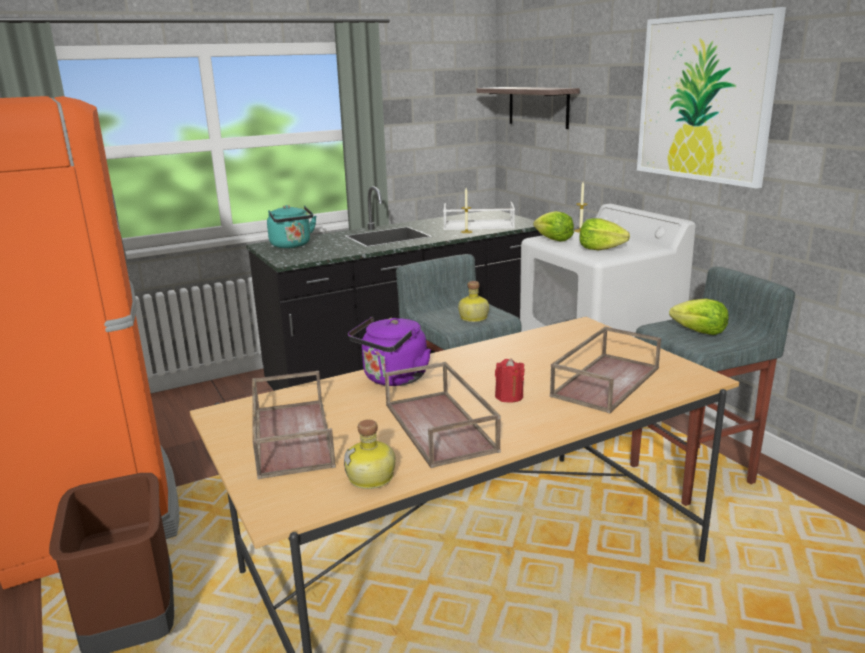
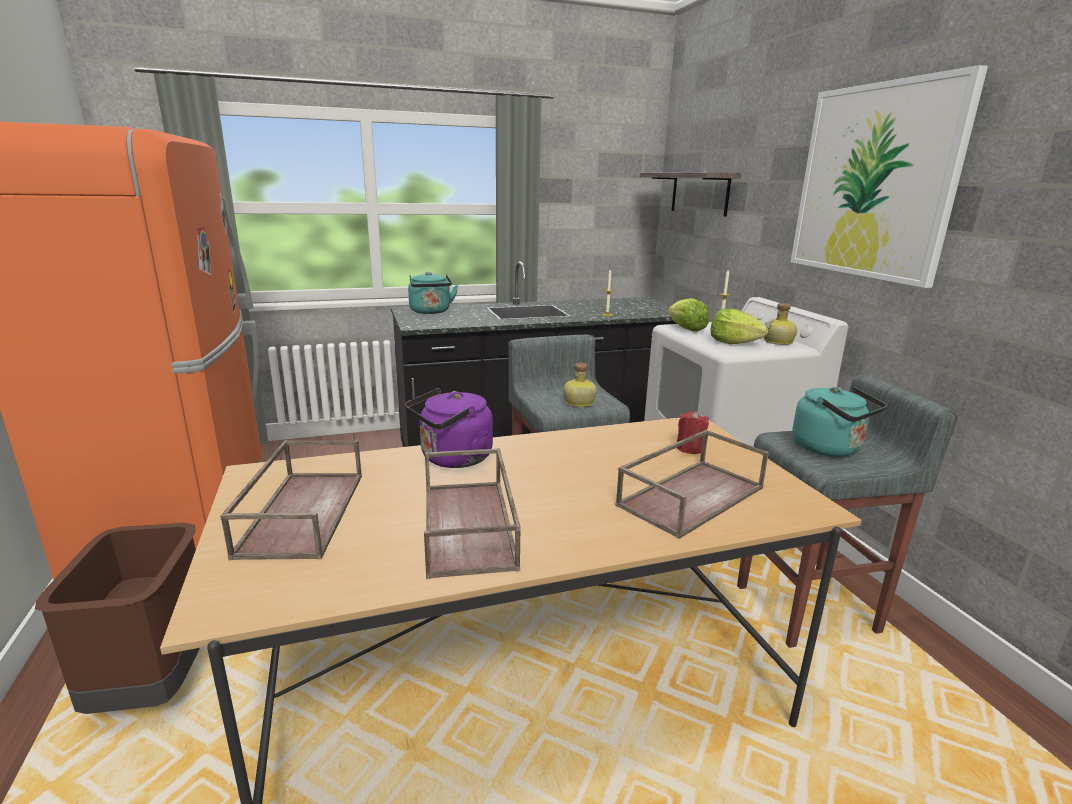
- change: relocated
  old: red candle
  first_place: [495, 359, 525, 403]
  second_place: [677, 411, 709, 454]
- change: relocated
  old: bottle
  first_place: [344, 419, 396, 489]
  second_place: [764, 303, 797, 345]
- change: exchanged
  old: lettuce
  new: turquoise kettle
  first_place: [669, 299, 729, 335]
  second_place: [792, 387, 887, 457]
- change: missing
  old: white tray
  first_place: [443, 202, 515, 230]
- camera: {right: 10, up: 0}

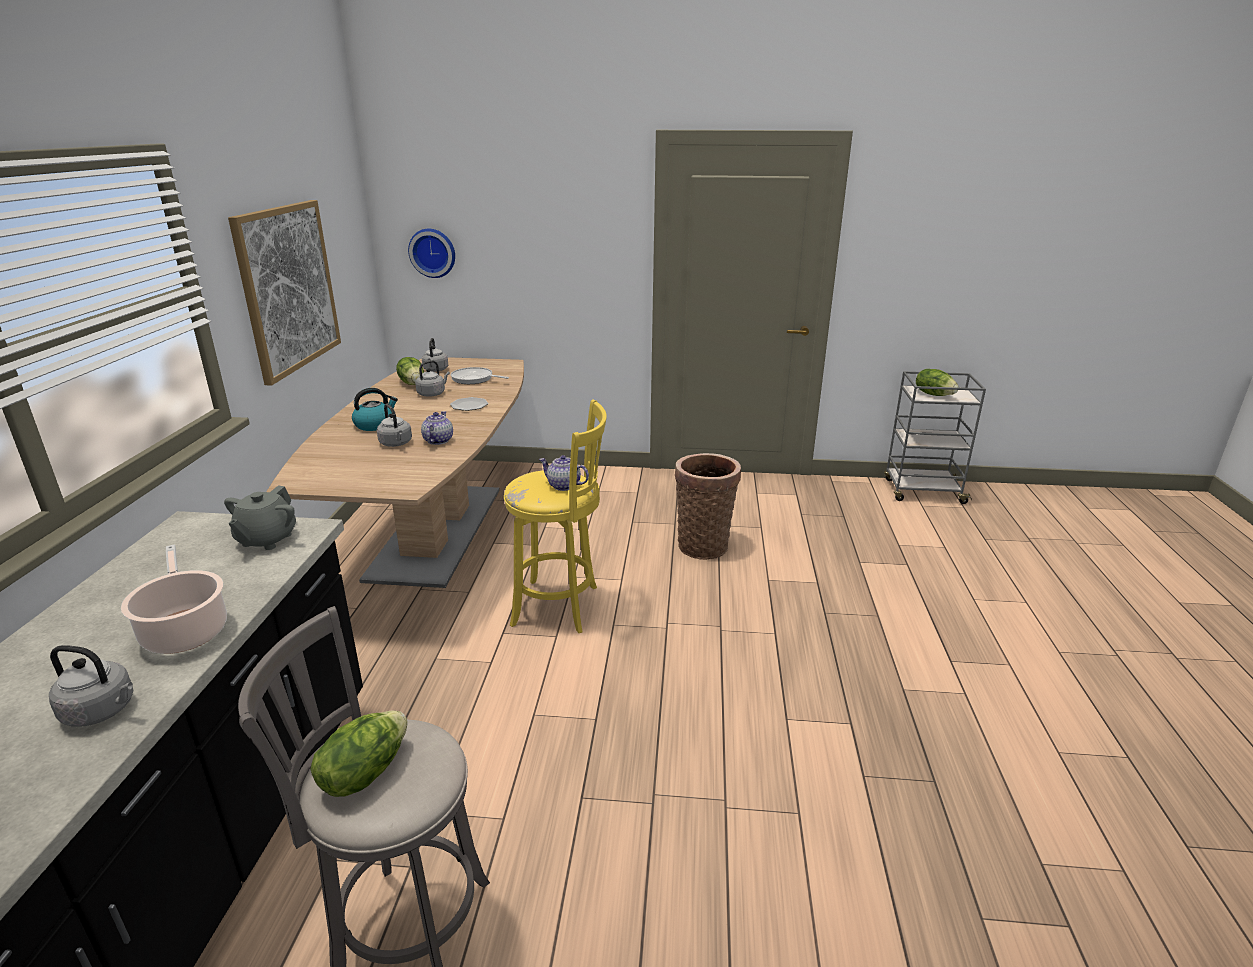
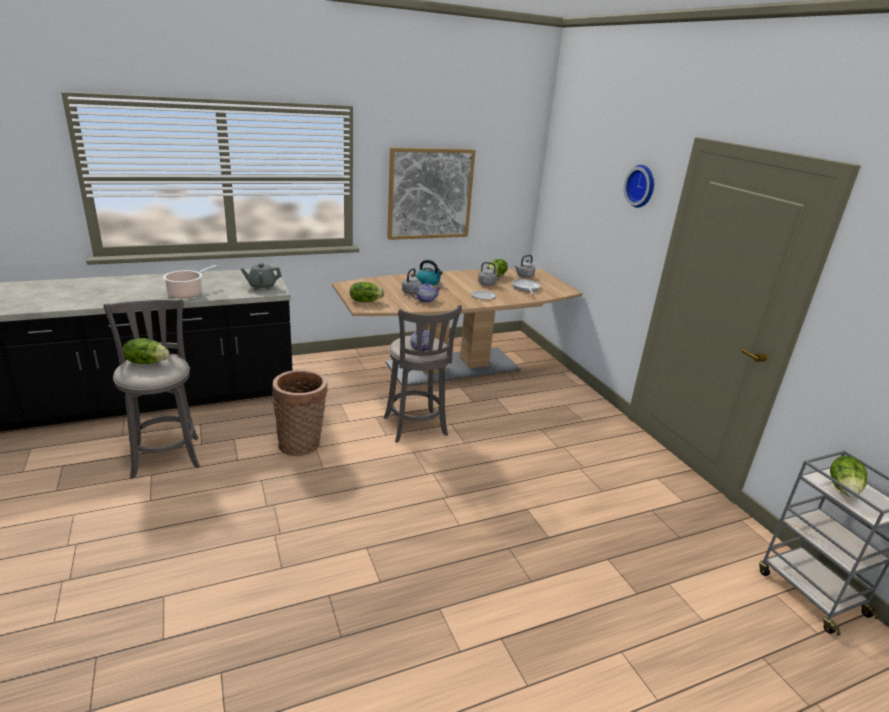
- change: relocated
  old: basket
  first_place: [675, 453, 741, 560]
  second_place: [272, 370, 328, 456]
- change: appeared
  new: lettuce
  second_place: [350, 282, 384, 302]
- change: colour
  old: yellow stool
  new: grey stool
  first_place: [504, 399, 607, 633]
  second_place: [384, 305, 462, 443]
- change: relocated
  old: wall clock
  first_place: [408, 229, 455, 278]
  second_place: [624, 165, 654, 208]
- change: missing
  old: grey kettle
  first_place: [49, 645, 134, 727]
- camera: {right: 60, up: 0}

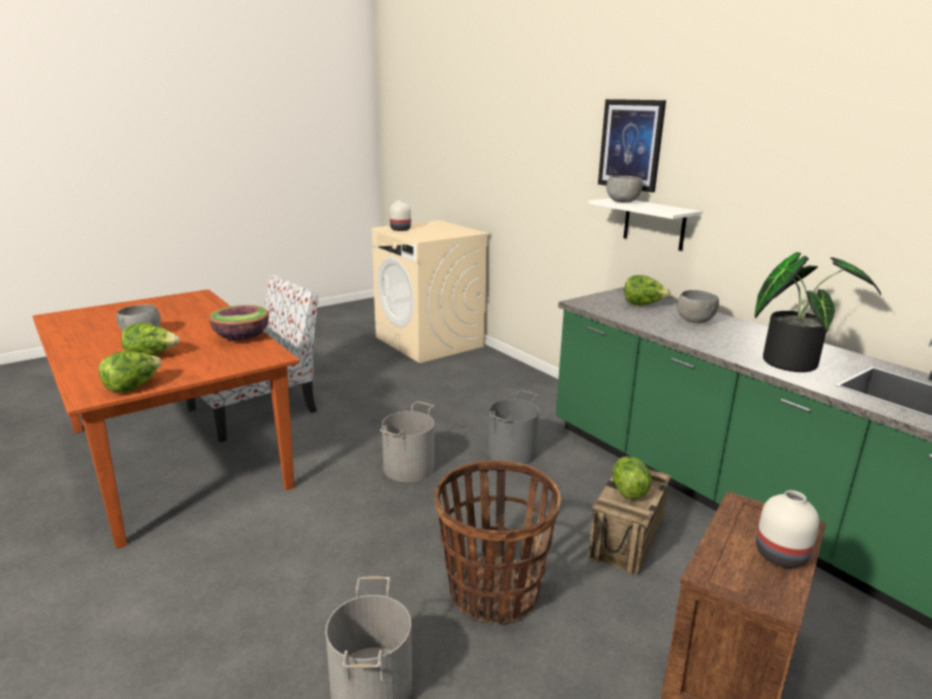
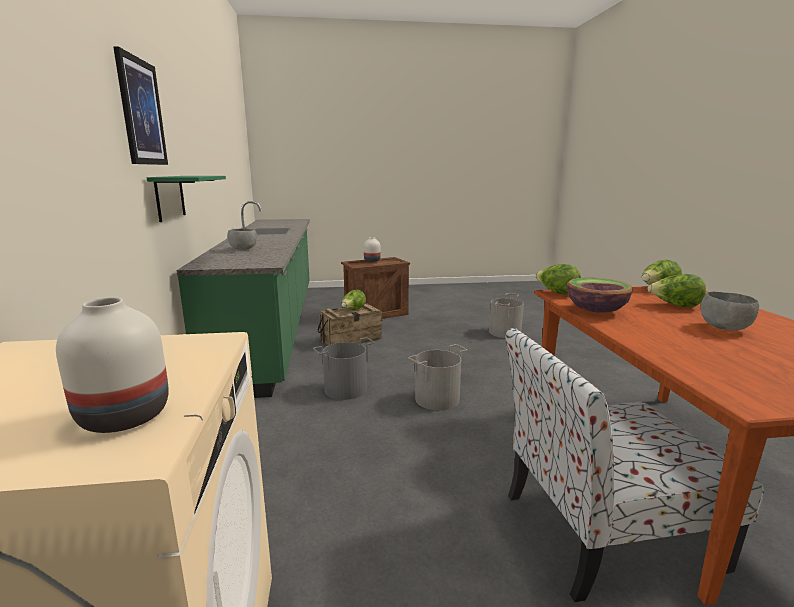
- change: colour
  old: white shelf
  new: green shelf
  first_place: [588, 198, 702, 251]
  second_place: [147, 176, 226, 222]
- change: relocated
  old: lettuce
  first_place: [624, 275, 671, 305]
  second_place: [535, 264, 581, 295]
- change: missing
  old: basket
  first_place: [435, 460, 561, 624]
- change: missing
  old: grey bowl
  first_place: [606, 175, 642, 203]
- change: missing
  old: potted plant
  first_place: [755, 252, 881, 372]
- camera: {right: -150, up: -5}

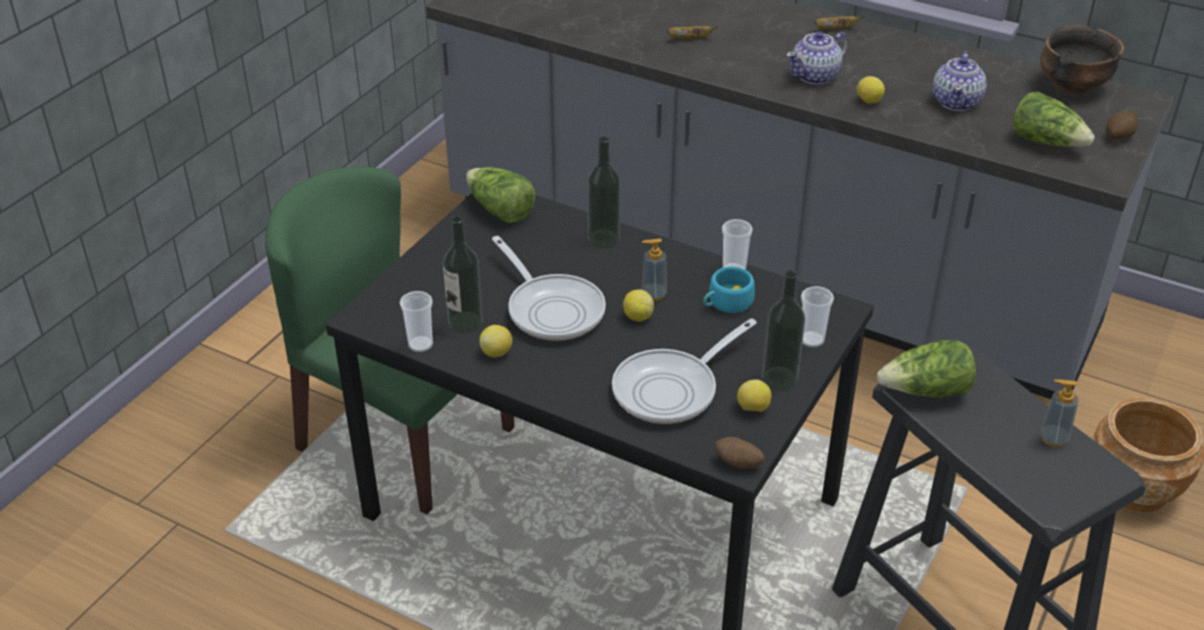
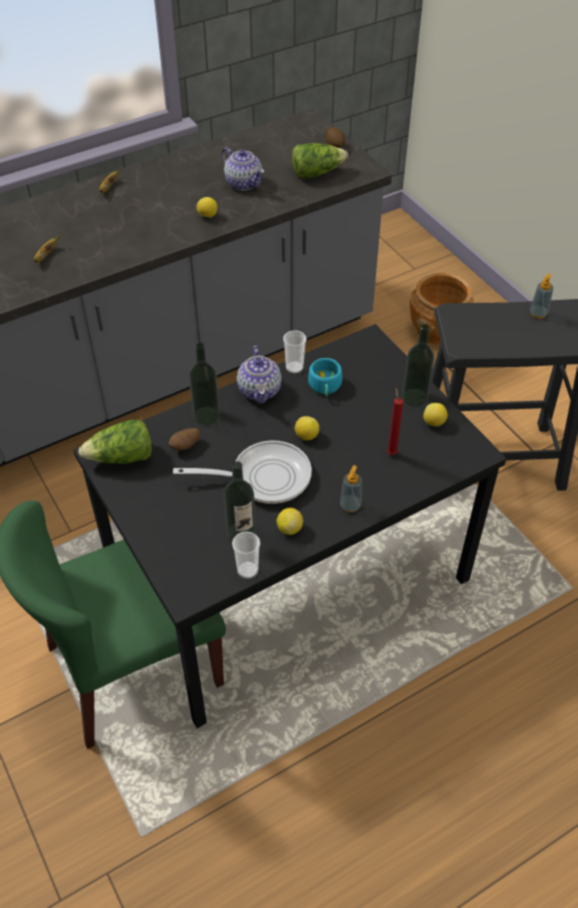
- change: relocated
  old: potato
  first_place: [715, 437, 765, 469]
  second_place: [169, 428, 200, 451]
- change: relocated
  old: teapot
  first_place: [787, 31, 849, 85]
  second_place: [237, 345, 282, 404]
- change: relocated
  old: soap dispenser
  first_place: [641, 238, 667, 301]
  second_place: [340, 465, 362, 513]
- change: exchanged
  old: frying pan
  new: red candle
  first_place: [612, 319, 757, 424]
  second_place: [387, 388, 403, 455]
- change: missing
  old: cup
  first_place: [801, 286, 834, 347]
- change: missing
  old: lettuce
  first_place: [877, 340, 976, 397]
- change: missing
  old: bowl
  first_place: [1040, 26, 1124, 94]
- camera: {right: -60, up: 10}

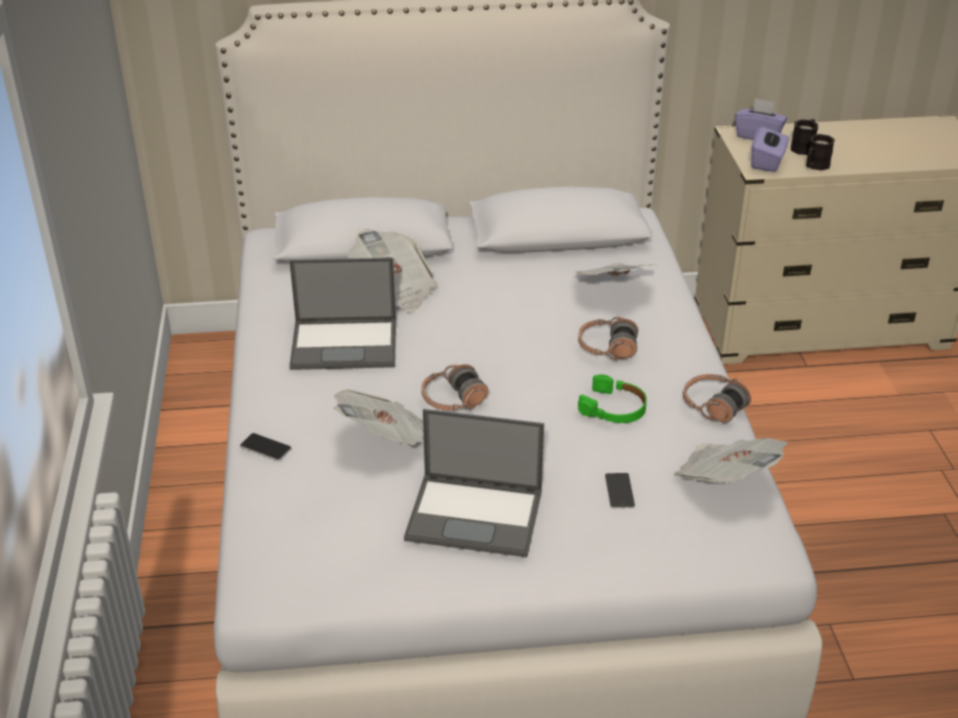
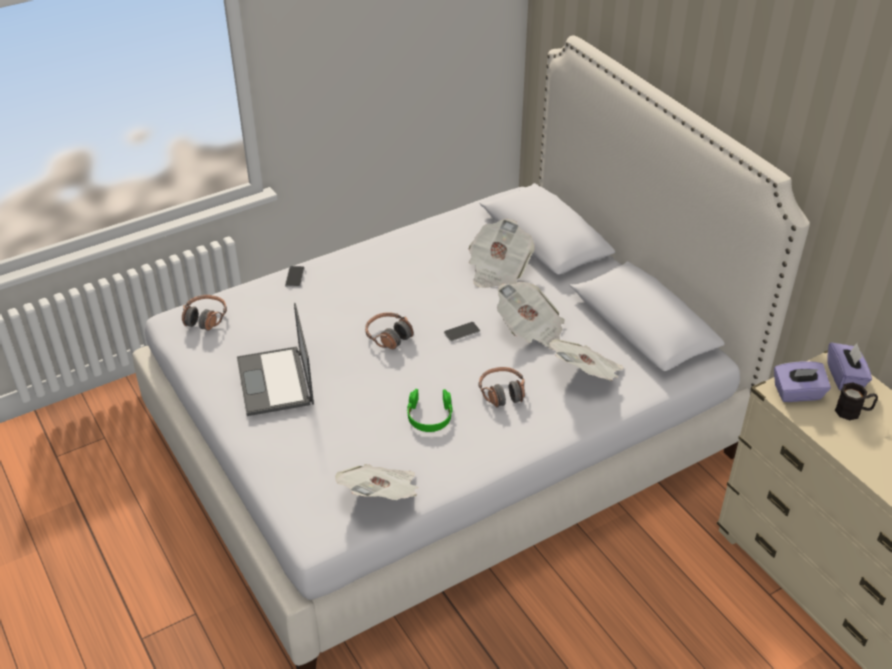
- change: relocated
  old: headphones
  first_place: [683, 374, 751, 423]
  second_place: [182, 295, 227, 331]
- change: relocated
  old: phone
  first_place: [605, 473, 635, 508]
  second_place: [444, 322, 480, 341]
- change: relocated
  old: newspaper
  first_place: [334, 389, 424, 446]
  second_place: [497, 282, 565, 350]
- change: missing
  old: laptop
  first_place: [289, 258, 396, 370]
- change: missing
  old: black mug
  first_place: [806, 134, 835, 171]
- camera: {right: 65, up: 5}

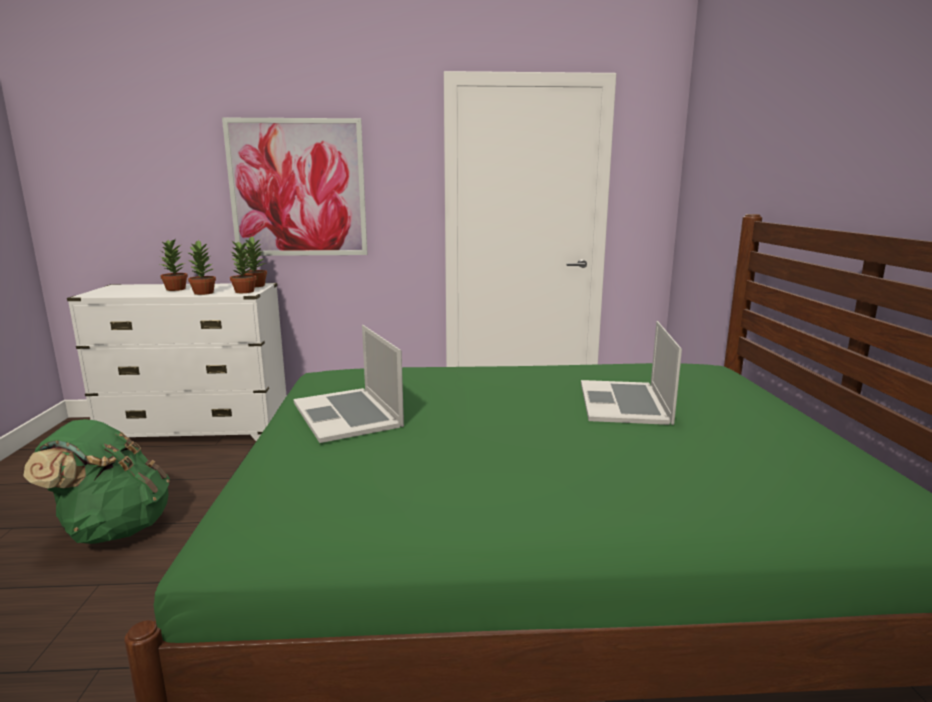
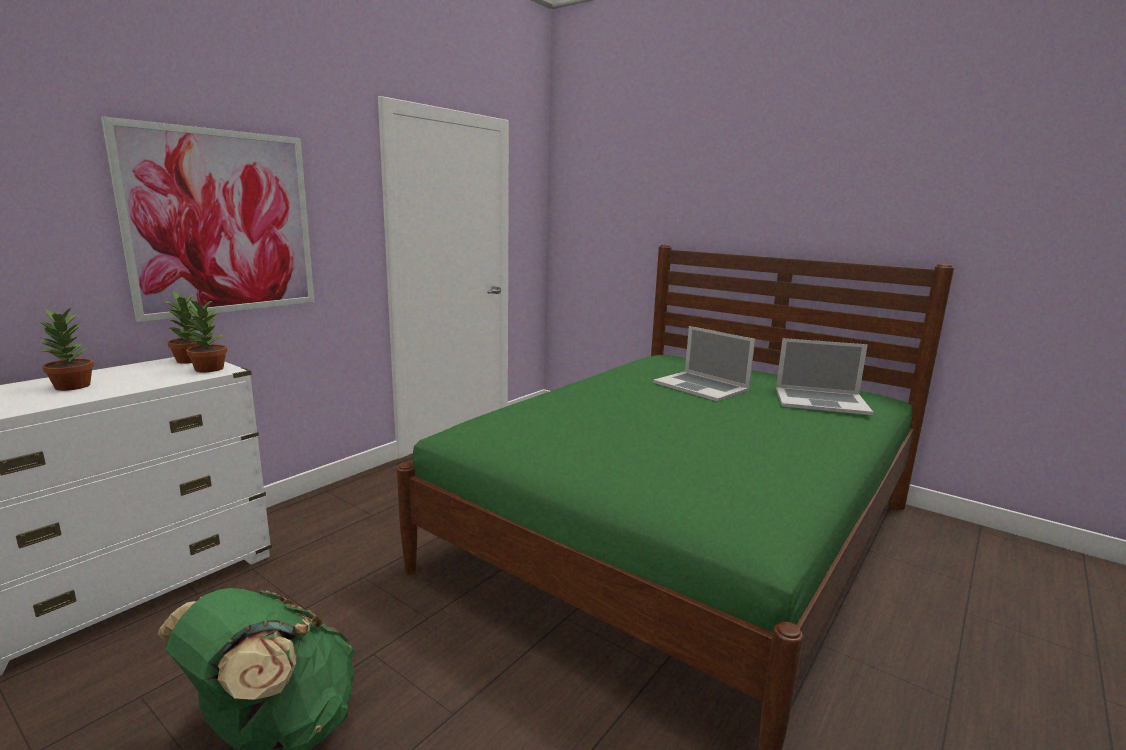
- change: relocated
  old: laptop
  first_place: [294, 325, 404, 443]
  second_place: [776, 338, 873, 415]
- change: missing
  old: potted plant
  first_place: [187, 239, 216, 295]
- camera: {right: -50, up: 0}

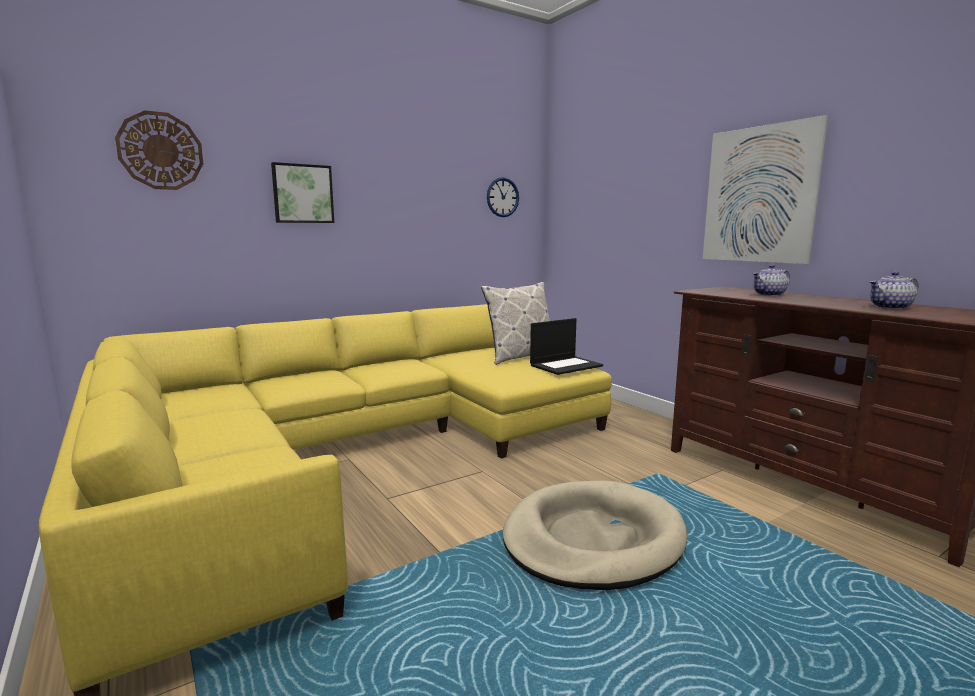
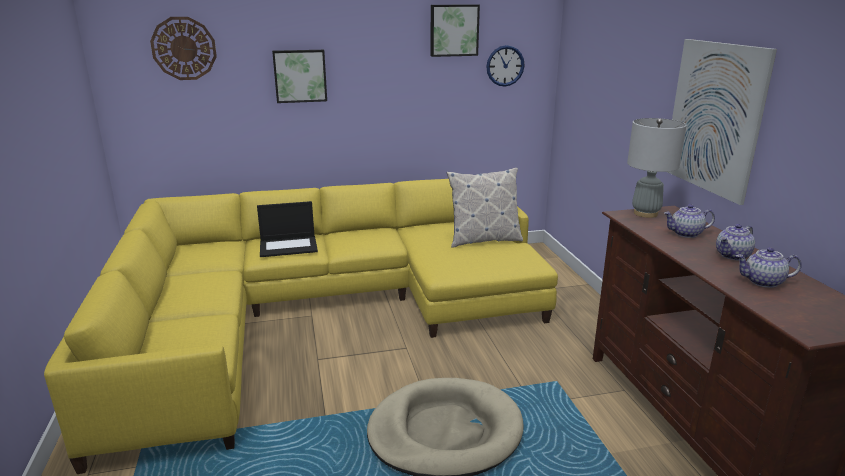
- change: relocated
  old: laptop
  first_place: [530, 318, 603, 375]
  second_place: [257, 201, 318, 257]
- change: appeared
  new: picture
  second_place: [430, 4, 480, 57]
- change: appeared
  new: grey table lamp
  second_place: [627, 118, 687, 218]
- change: appeared
  new: teapot
  second_place: [716, 224, 755, 260]
- camera: {right: 20, up: 10}

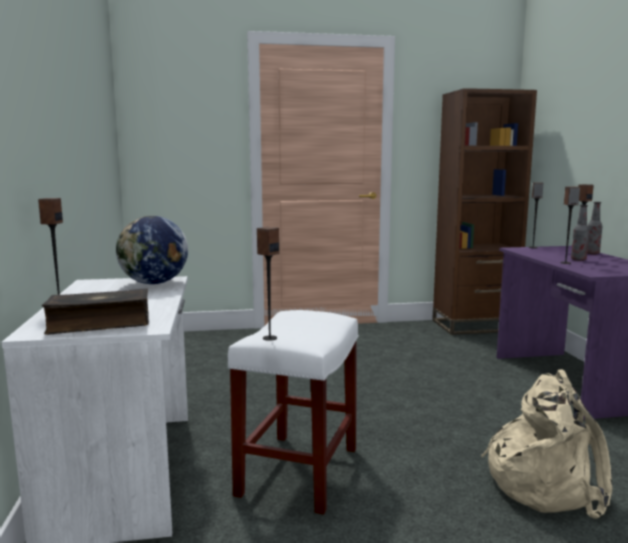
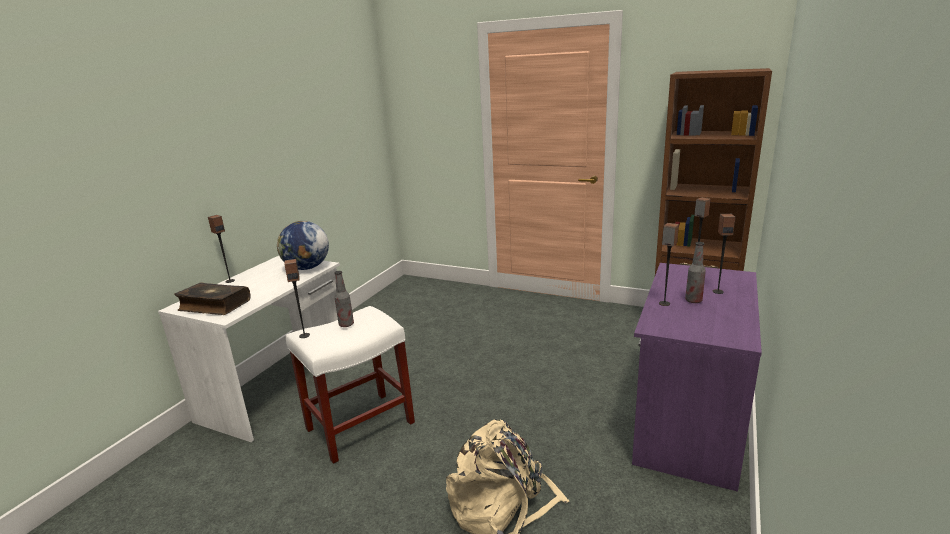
- change: relocated
  old: bottle
  first_place: [587, 202, 602, 254]
  second_place: [334, 271, 354, 327]
- camera: {right: 35, up: 10}

